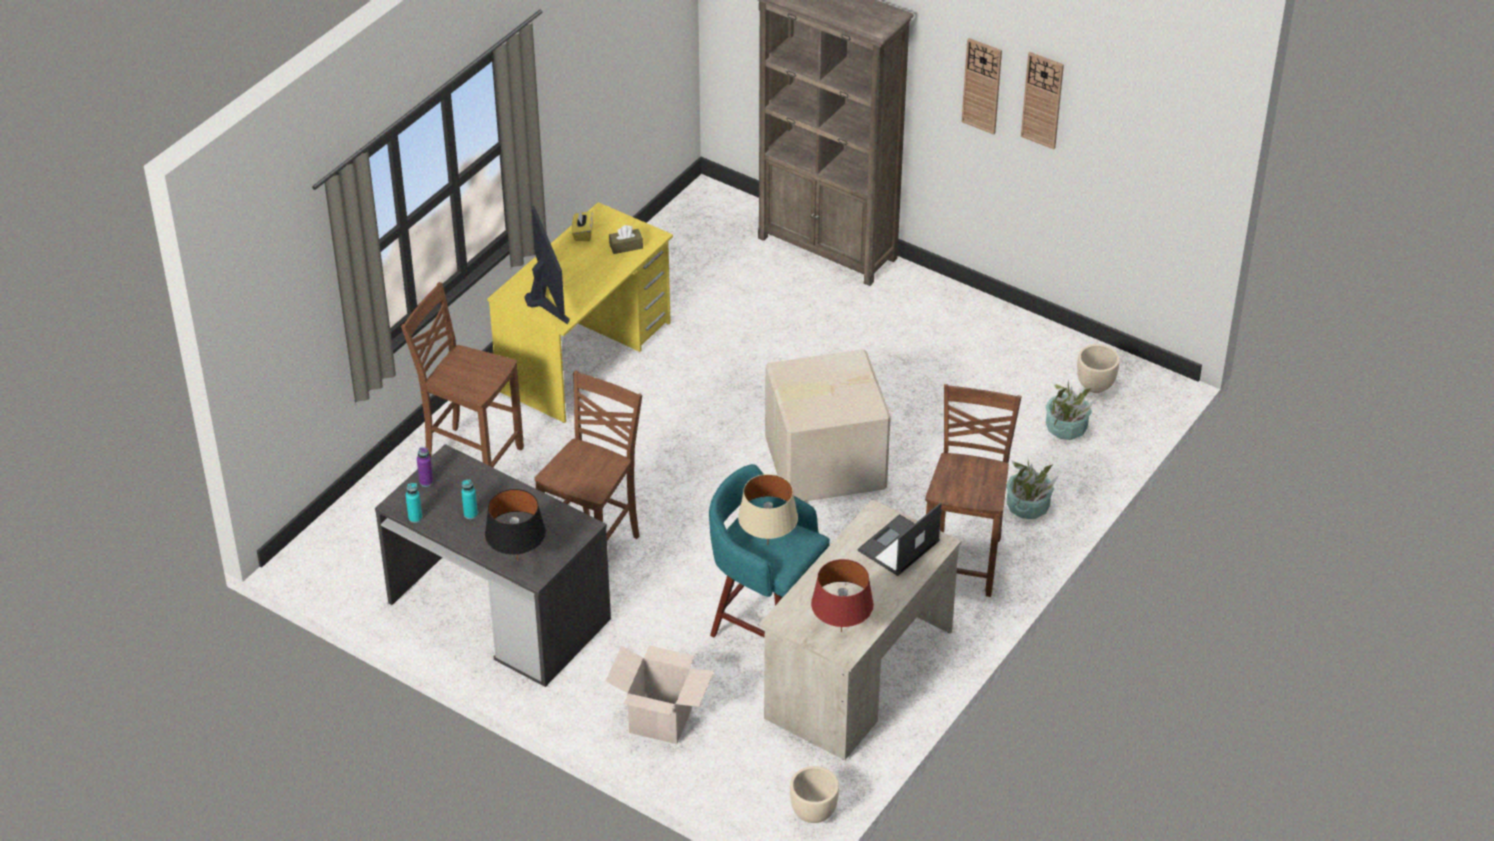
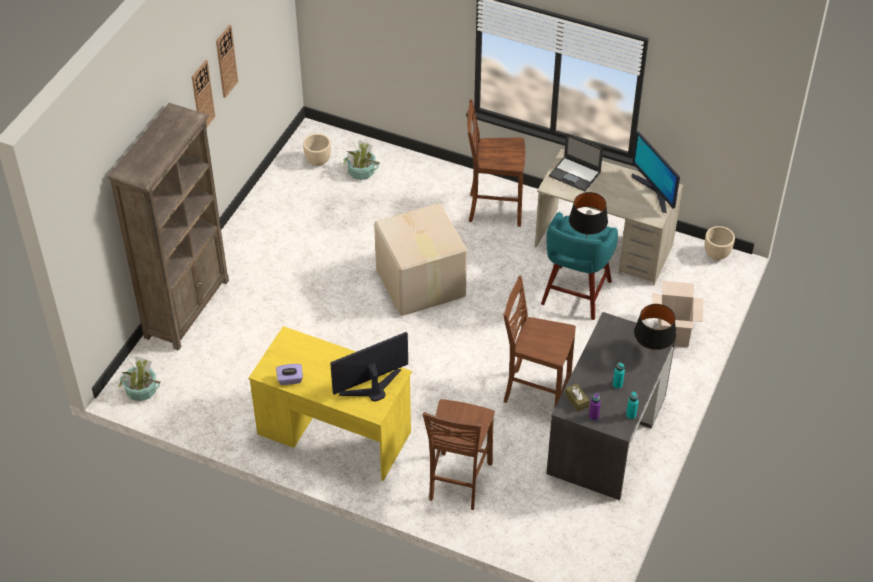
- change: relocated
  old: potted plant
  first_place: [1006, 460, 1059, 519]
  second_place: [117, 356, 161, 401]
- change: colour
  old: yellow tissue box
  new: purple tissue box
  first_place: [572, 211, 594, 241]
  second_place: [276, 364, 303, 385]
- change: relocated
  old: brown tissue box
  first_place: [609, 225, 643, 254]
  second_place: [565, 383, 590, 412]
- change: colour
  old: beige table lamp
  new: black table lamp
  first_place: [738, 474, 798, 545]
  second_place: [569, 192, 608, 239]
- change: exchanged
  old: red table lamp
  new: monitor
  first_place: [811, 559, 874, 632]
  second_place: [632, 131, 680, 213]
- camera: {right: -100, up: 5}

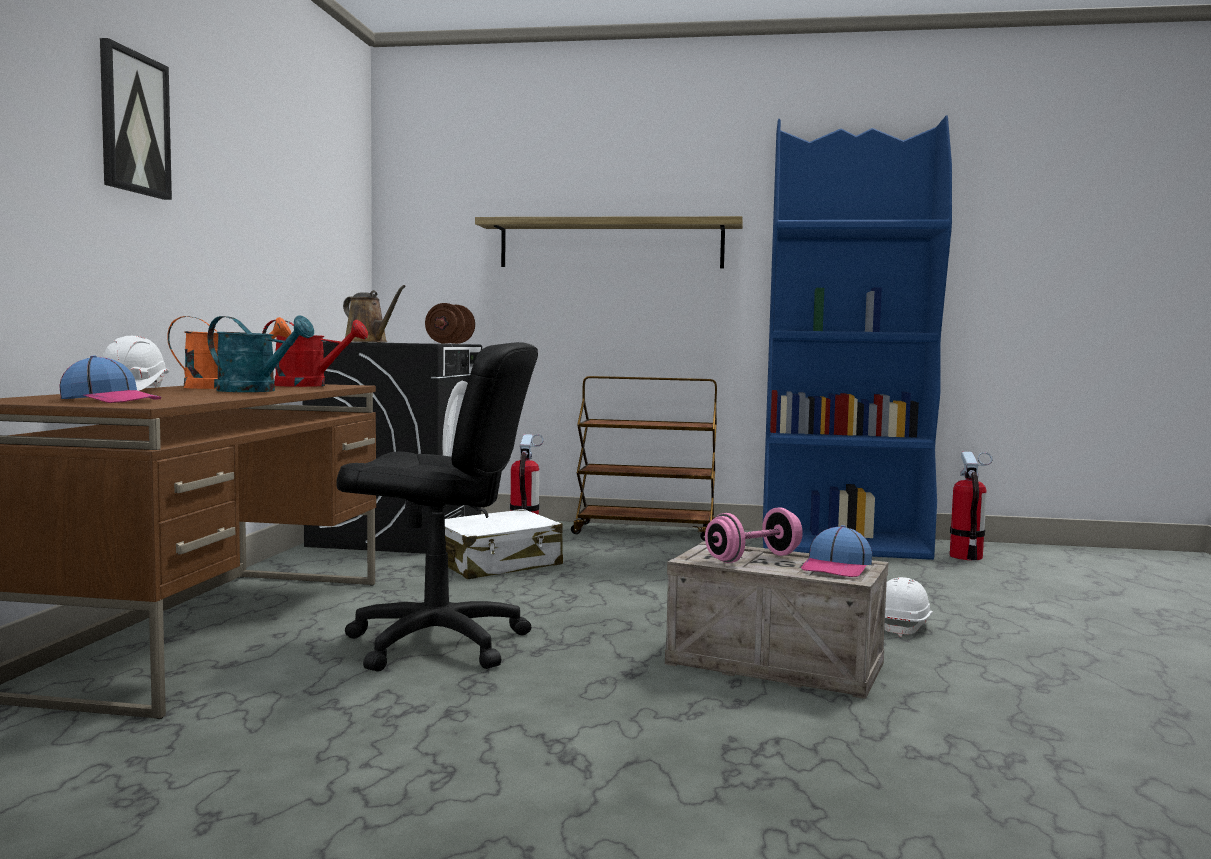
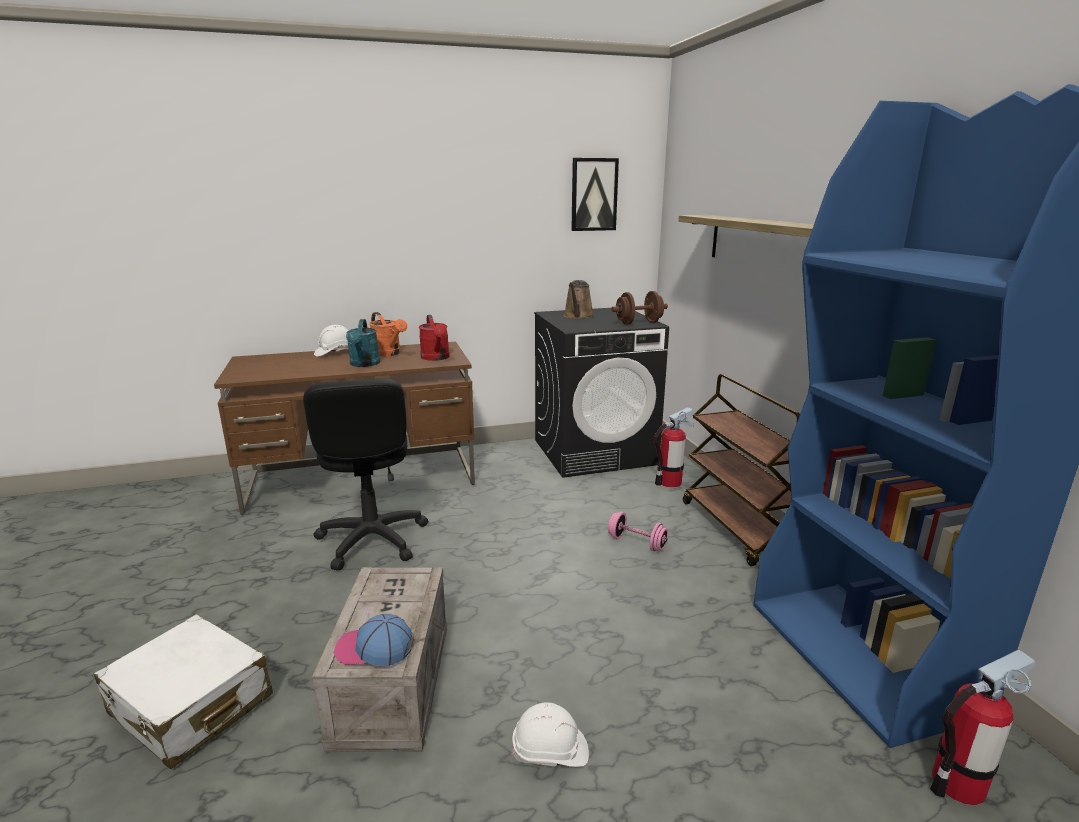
- change: relocated
  old: white suitcase
  first_place: [445, 509, 563, 579]
  second_place: [94, 614, 273, 769]
- change: relocated
  old: picture
  first_place: [100, 38, 172, 200]
  second_place: [571, 158, 619, 231]
- change: relocated
  old: pink dumbbell
  first_place: [705, 507, 803, 563]
  second_place: [608, 512, 668, 552]
- change: missing
  old: cap
  first_place: [59, 356, 161, 403]
- camera: {right: 65, up: 15}

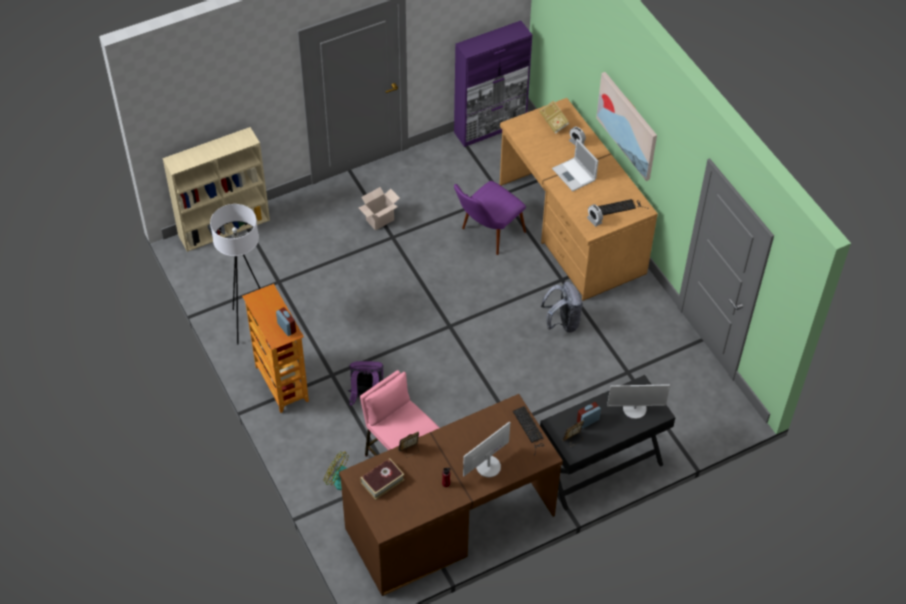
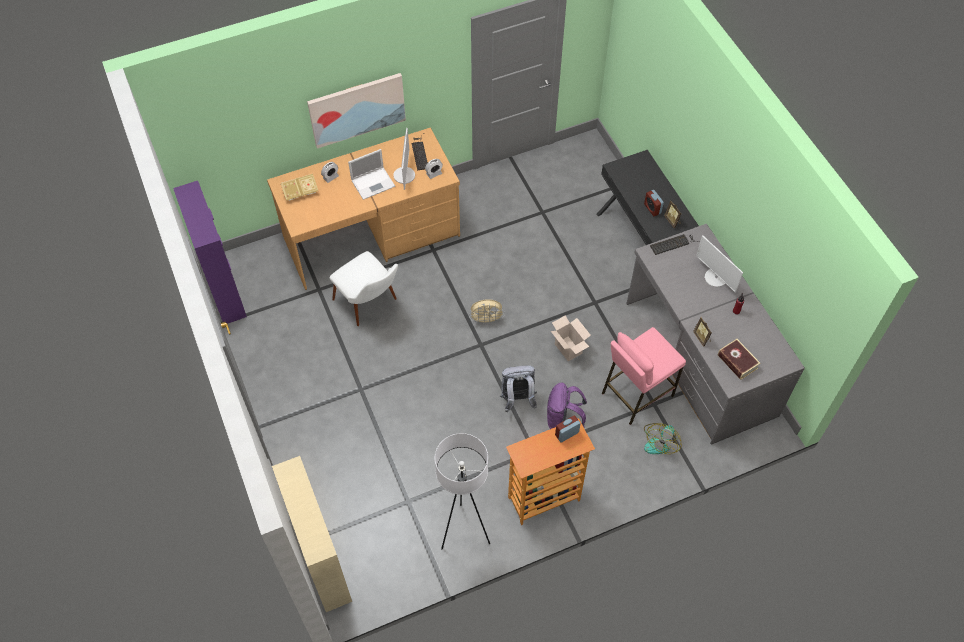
- change: colour
  old: purple chair
  new: white chair
  first_place: [454, 181, 526, 255]
  second_place: [330, 251, 398, 326]
- change: relocated
  old: monitor
  first_place: [607, 384, 670, 419]
  second_place: [393, 128, 415, 190]
- change: appeared
  new: beige fan
  second_place: [469, 299, 505, 325]
- change: relocated
  old: grey backpack
  first_place: [541, 282, 583, 333]
  second_place: [500, 365, 537, 412]
- change: relocated
  old: cardboard box
  first_place: [358, 187, 400, 231]
  second_place: [551, 315, 591, 361]
- change: colour
  old: brown desk
  new: grey desk
  first_place: [339, 394, 563, 596]
  second_place: [626, 224, 805, 445]
- camera: {right: -85, up: 5}

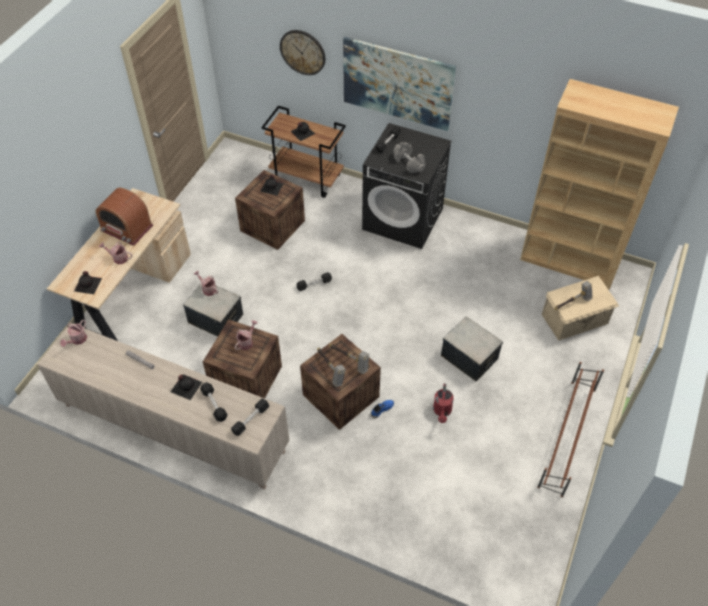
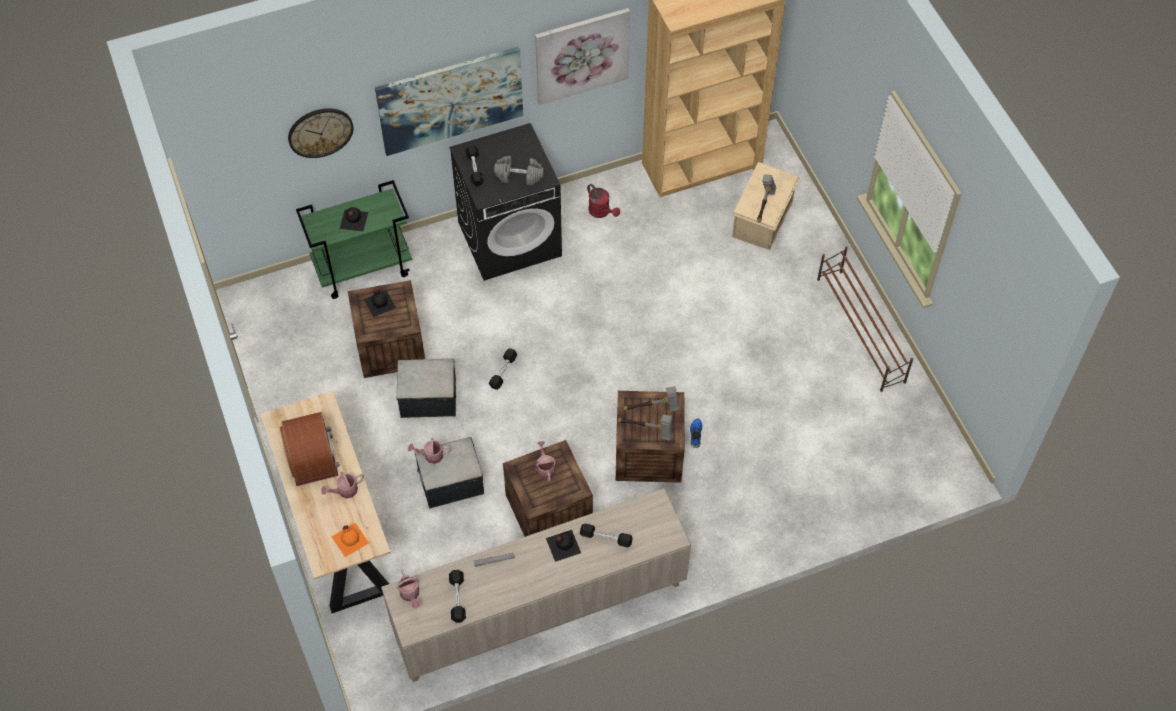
- change: spun
  old: radio
  first_place: [96, 188, 153, 246]
  second_place: [280, 412, 340, 486]
  degrees: -90
- change: colour
  old: brown cart
  new: green cart
  first_place: [261, 106, 346, 198]
  second_place: [296, 180, 412, 299]
- change: colour
  old: black bottle
  new: orange bottle
  first_place: [74, 271, 102, 294]
  second_place: [331, 523, 369, 557]
- change: relocated
  old: storage box
  first_place: [441, 316, 503, 381]
  second_place: [396, 359, 456, 418]
- change: relocated
  old: black dumbbell
  first_place: [231, 398, 269, 436]
  second_place: [449, 570, 466, 623]
- change: appeared
  new: picture
  second_place: [535, 8, 630, 105]
- change: relocated
  old: red watering can
  first_place: [433, 384, 454, 423]
  second_place: [587, 184, 620, 218]
- camera: {right: -45, up: 5}

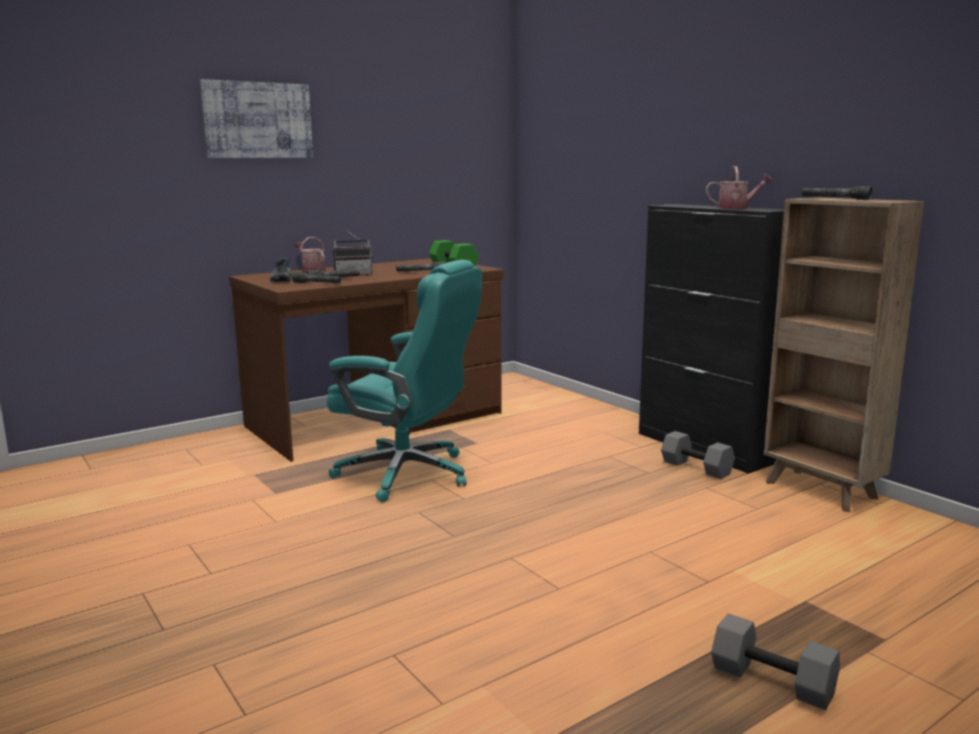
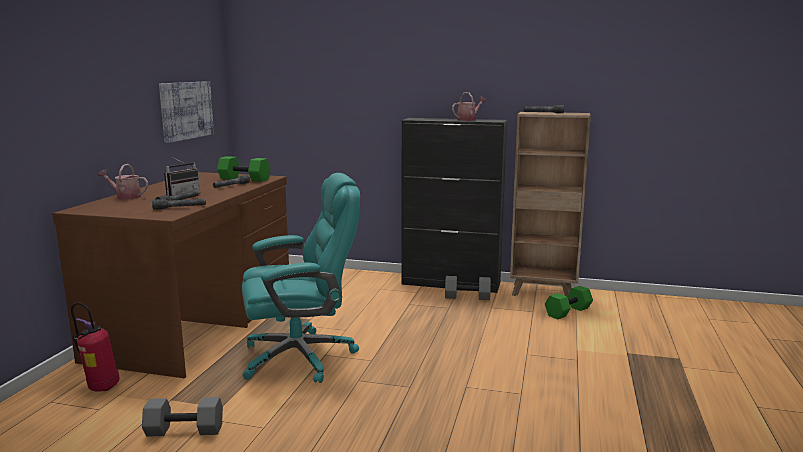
- change: appeared
  new: fire extinguisher
  second_place: [71, 302, 120, 392]
- change: relocated
  old: grey dumbbell
  first_place: [711, 613, 840, 710]
  second_place: [142, 397, 223, 437]
- change: relocated
  old: picture
  first_place: [200, 79, 313, 158]
  second_place: [159, 81, 214, 143]
- change: appeared
  new: green dumbbell
  second_place: [545, 286, 593, 319]
- change: missing
  old: shoe
  first_place: [270, 257, 292, 282]
- camera: {right: -40, up: 0}

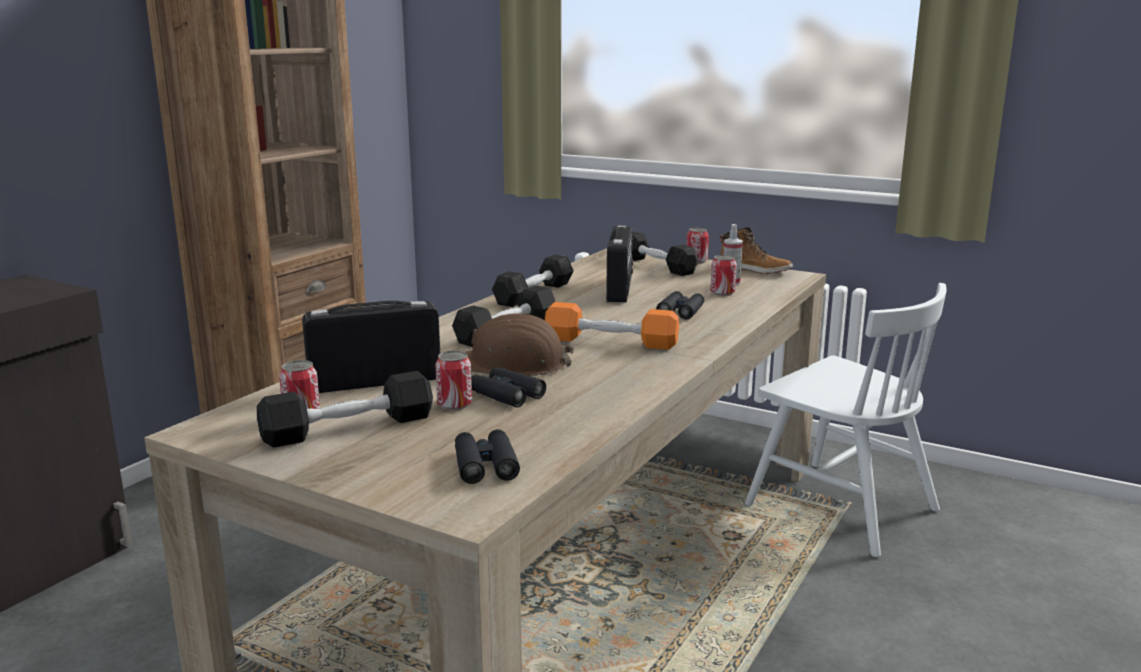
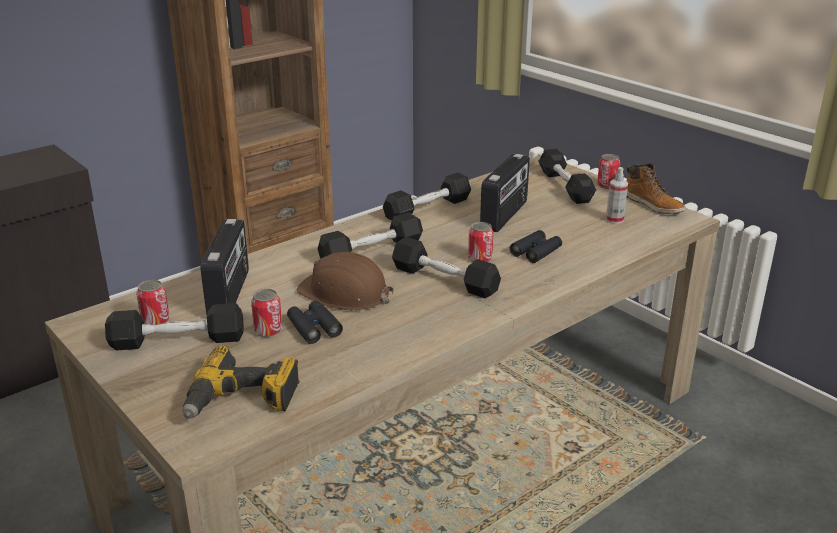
- change: exchanged
  old: black binoculars
  new: power drill
  first_place: [455, 429, 520, 484]
  second_place: [182, 345, 300, 419]
- change: spun
  old: radio
  first_place: [302, 301, 440, 393]
  second_place: [200, 219, 249, 315]
  degrees: 90
- change: colour
  old: orange dumbbell
  new: black dumbbell
  first_place: [545, 302, 679, 350]
  second_place: [392, 237, 501, 298]
- change: relocated
  old: can
  first_place: [710, 255, 737, 296]
  second_place: [468, 222, 493, 262]
- change: missing
  old: white chair
  first_place: [745, 283, 946, 557]
- camera: {right: 20, up: 10}

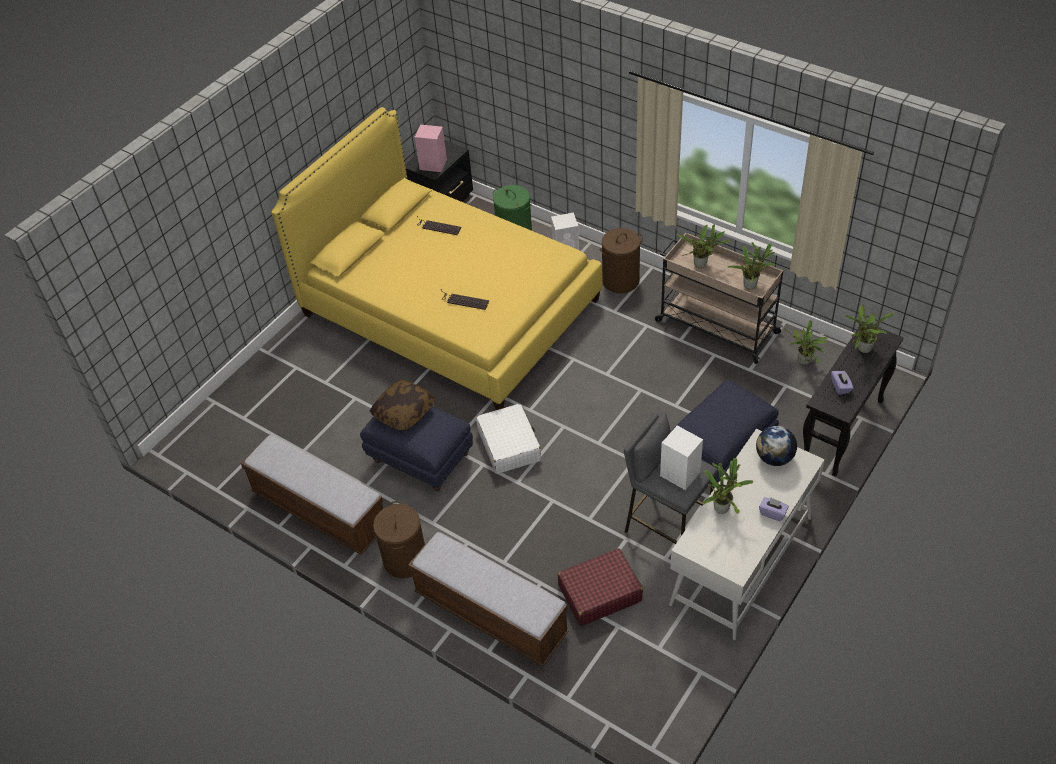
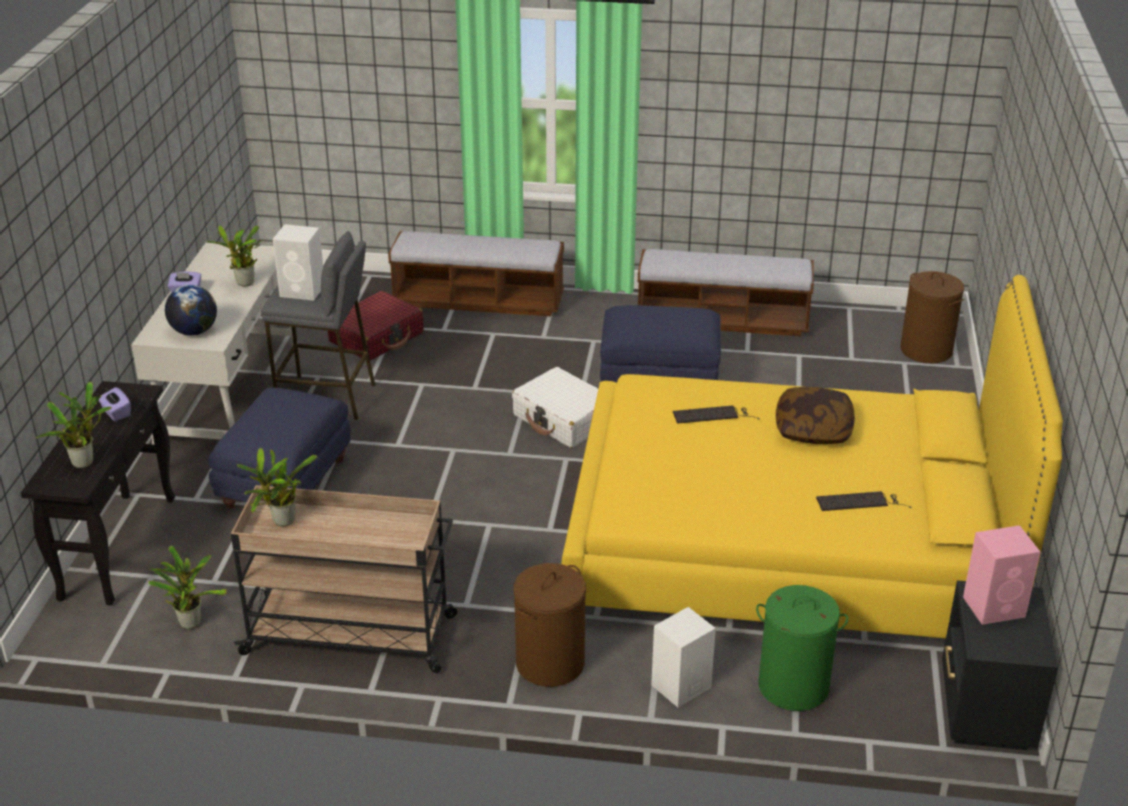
- change: relocated
  old: pillow
  first_place: [370, 380, 435, 431]
  second_place: [776, 387, 855, 444]
- change: relocated
  old: brown laundry basket
  first_place: [373, 501, 425, 578]
  second_place: [900, 271, 964, 363]
- change: missing
  old: potted plant
  first_place: [677, 225, 731, 268]
- camera: {right: 150, up: -15}

